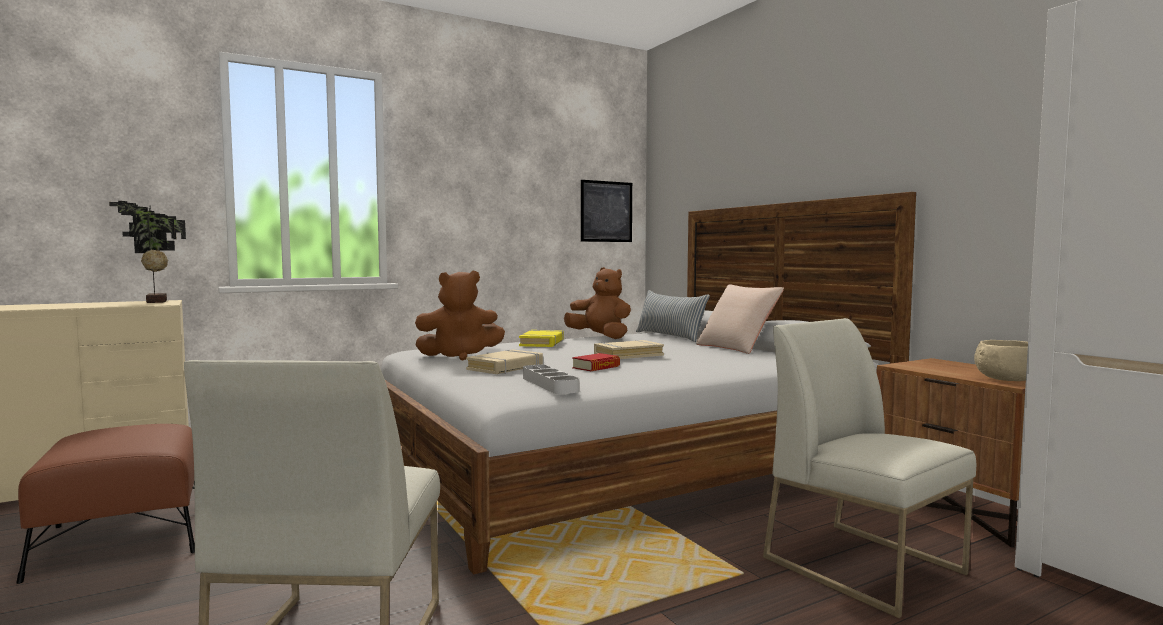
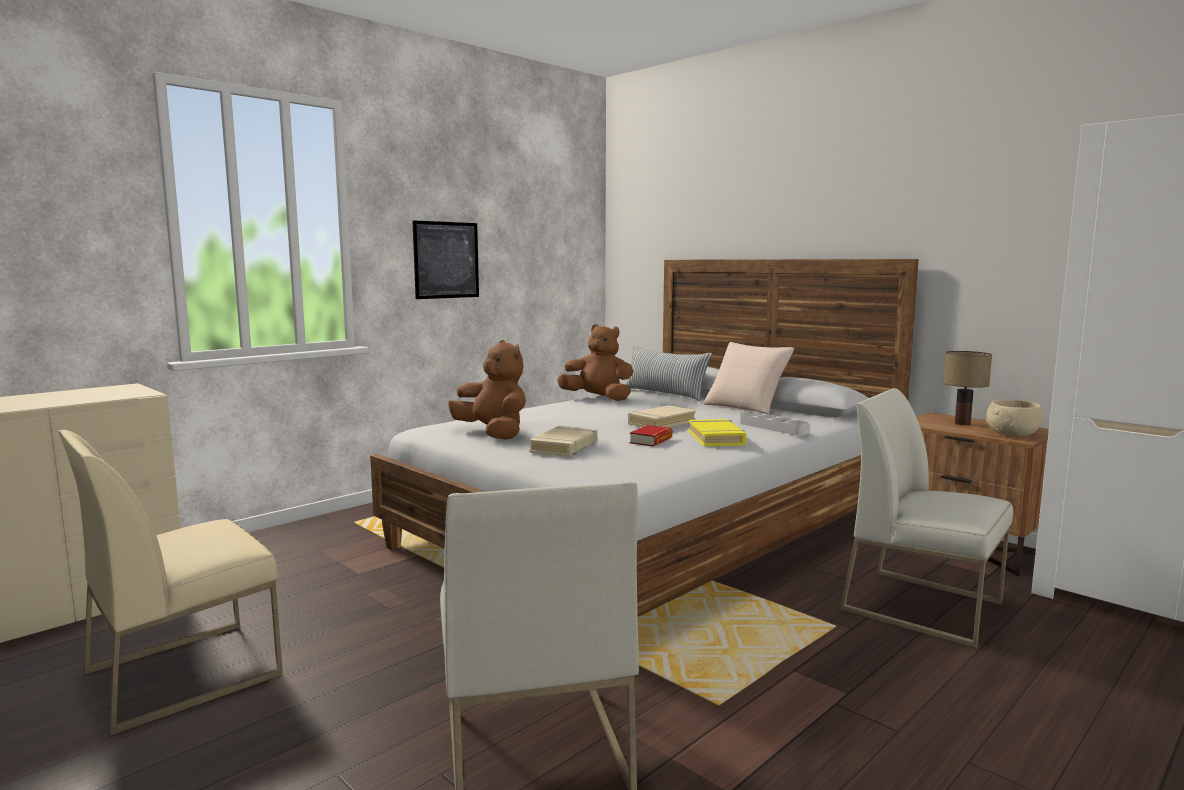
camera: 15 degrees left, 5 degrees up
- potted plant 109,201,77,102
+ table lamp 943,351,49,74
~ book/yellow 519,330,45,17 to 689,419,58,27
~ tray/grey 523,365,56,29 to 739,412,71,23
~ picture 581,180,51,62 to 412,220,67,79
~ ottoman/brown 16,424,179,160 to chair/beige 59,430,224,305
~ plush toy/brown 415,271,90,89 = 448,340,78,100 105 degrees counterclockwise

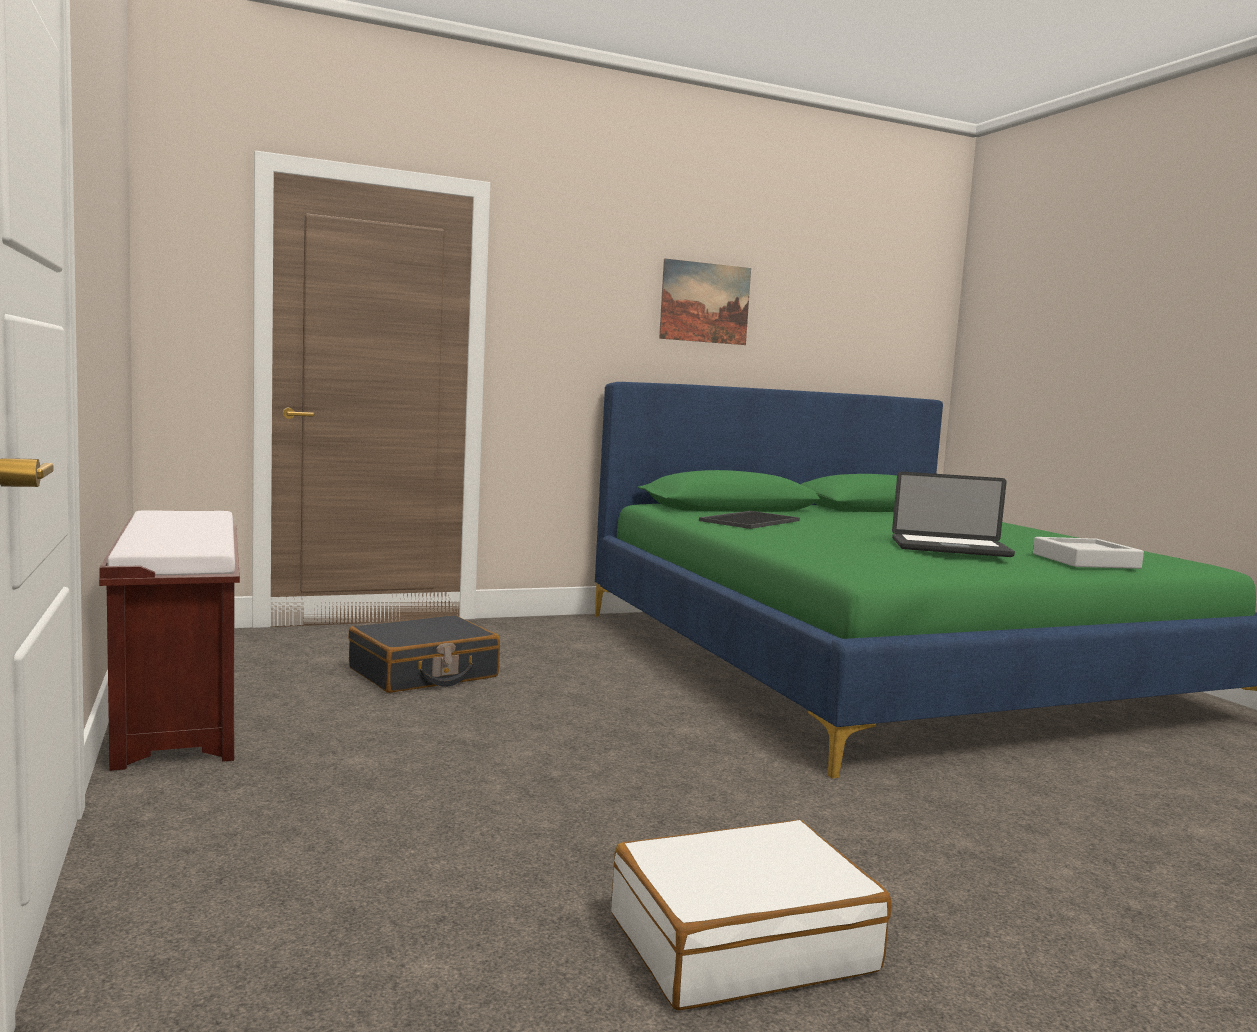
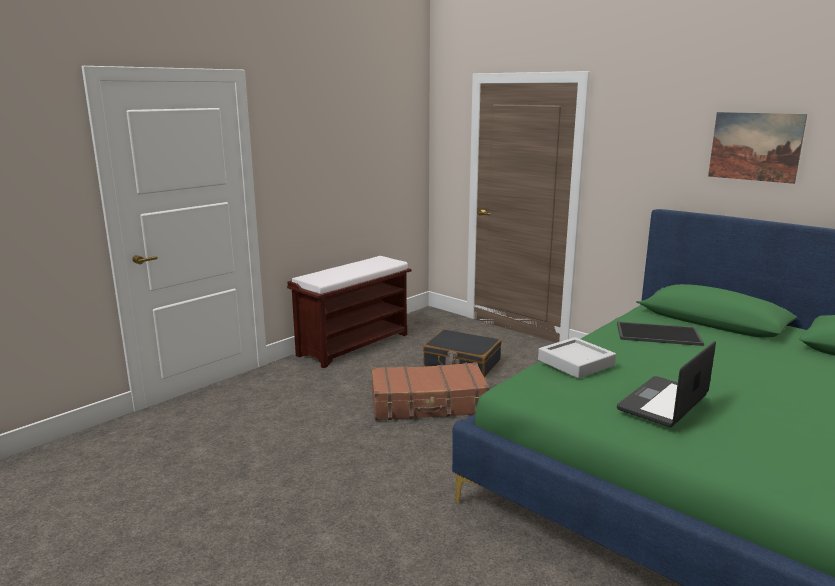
camera: 65 degrees right, 10 degrees up
- suitcase/white 611,820,280,190
+ suitcase/brown 371,362,119,58
~ tray/grey 1033,537,111,32 to 538,337,78,41
~ laptop 892,472,123,85 = 617,341,99,86 60 degrees clockwise

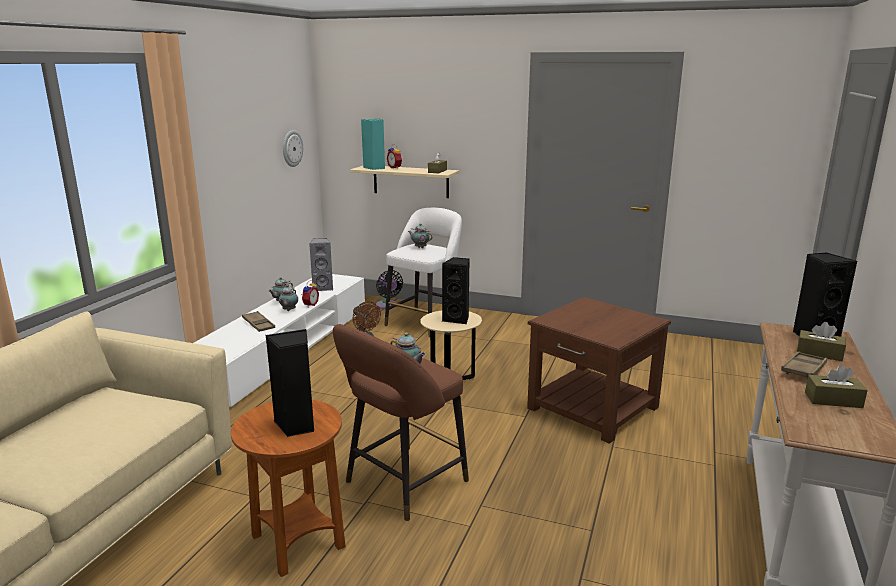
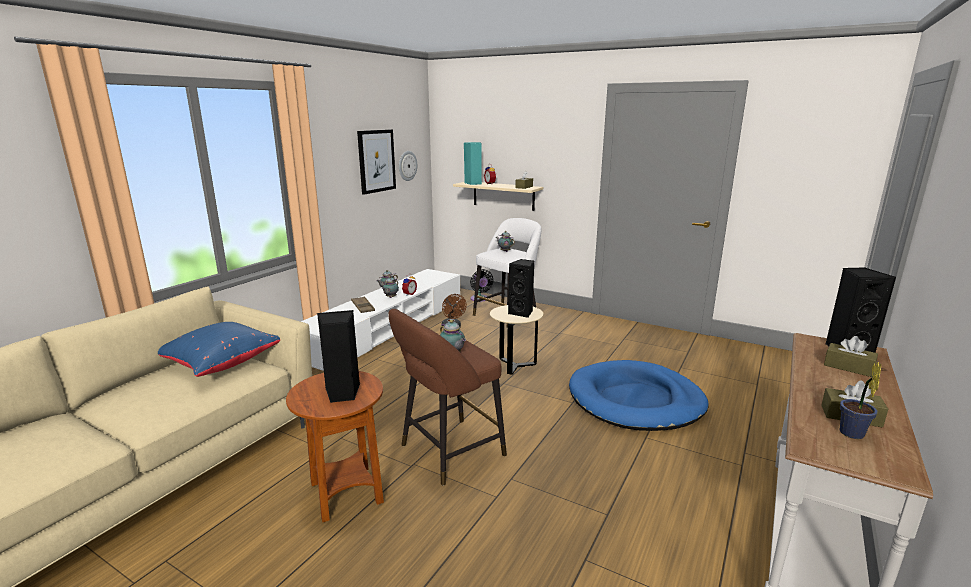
camera: 10 degrees right, 0 degrees up
- speaker/grey 309,238,24,53
- tray/brown 781,351,46,28
+ pillow/blue 158,322,122,55
+ picture 357,129,39,66
+ potted plant 840,362,41,77
~ side table/brown 527,297,144,147 to dog bed/blue 569,360,140,71

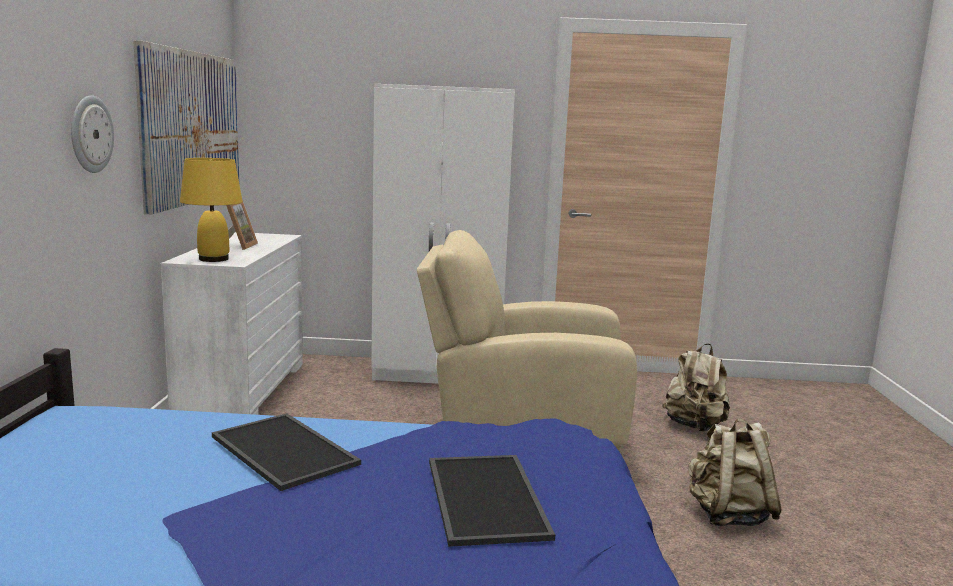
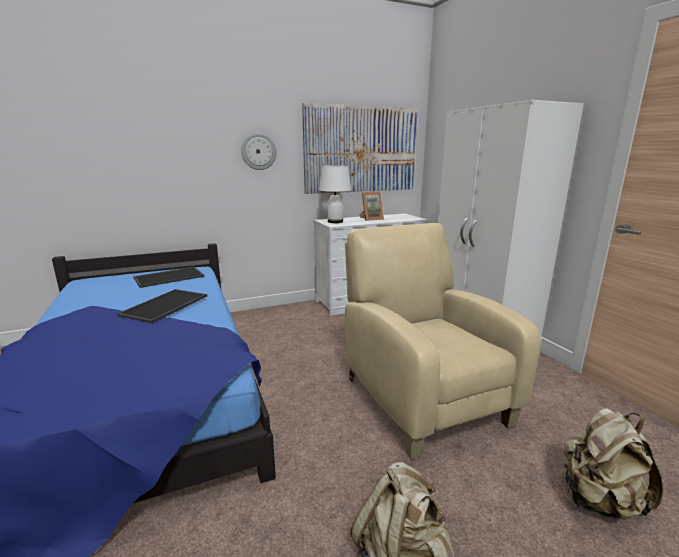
camera: 65 degrees right, 5 degrees up
~ tray 429,455,126,92 to 133,267,71,21
~ table lamp/yellow 180,158,63,104 to table lamp/white 319,166,32,57

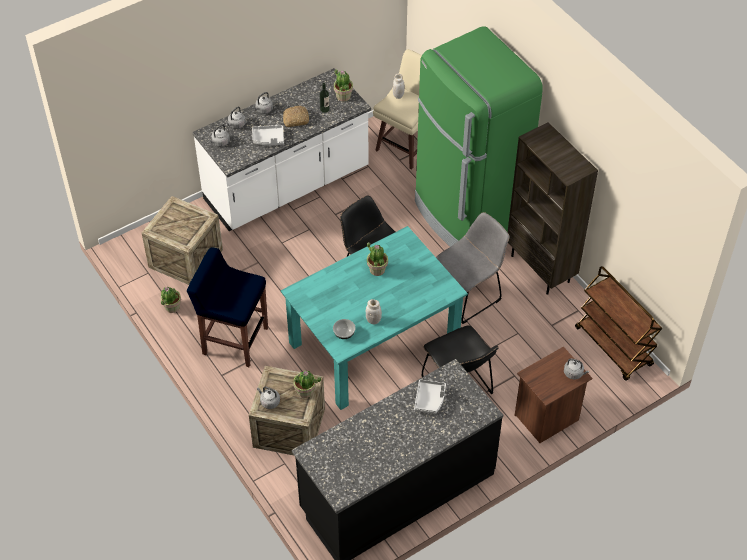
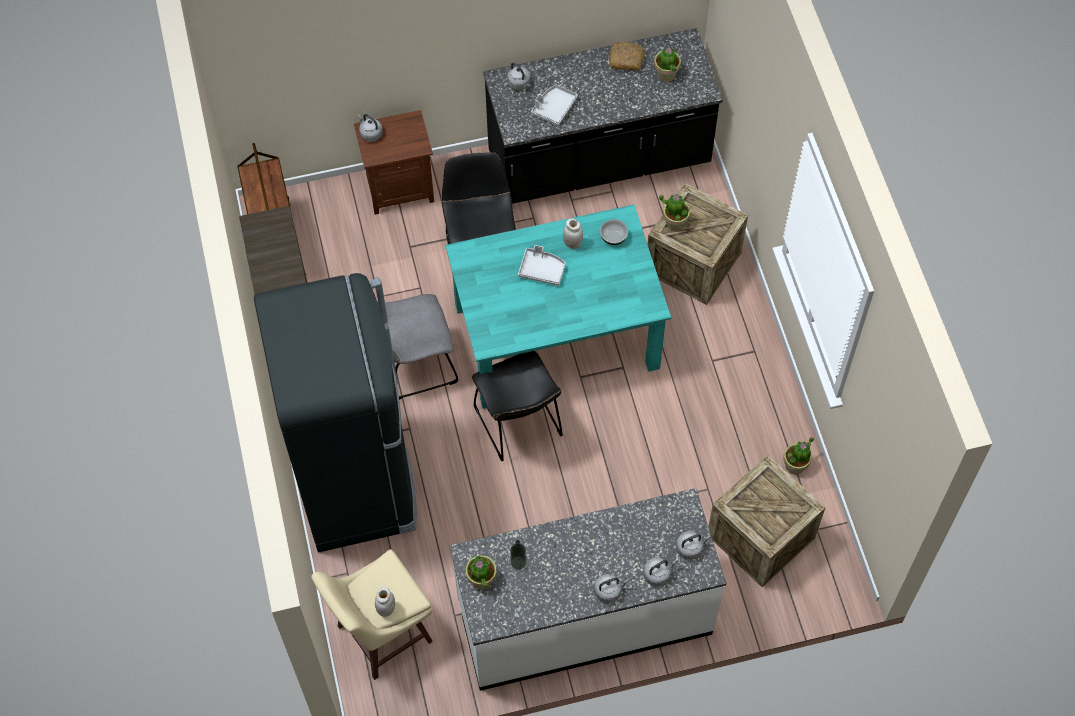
camera: 160 degrees left, 10 degrees up
- stool/blue 187,247,81,120
~ tray/grey 252,125,32,20 to 518,245,48,41
~ kettle/grey 257,386,23,23 to 507,62,23,28
~ bread 283,106,26,21 to 610,42,35,28
~ potted plant 367,242,21,34 to 654,47,27,35
~ fridge/green 415,26,128,221 to fridge/black 254,273,163,279

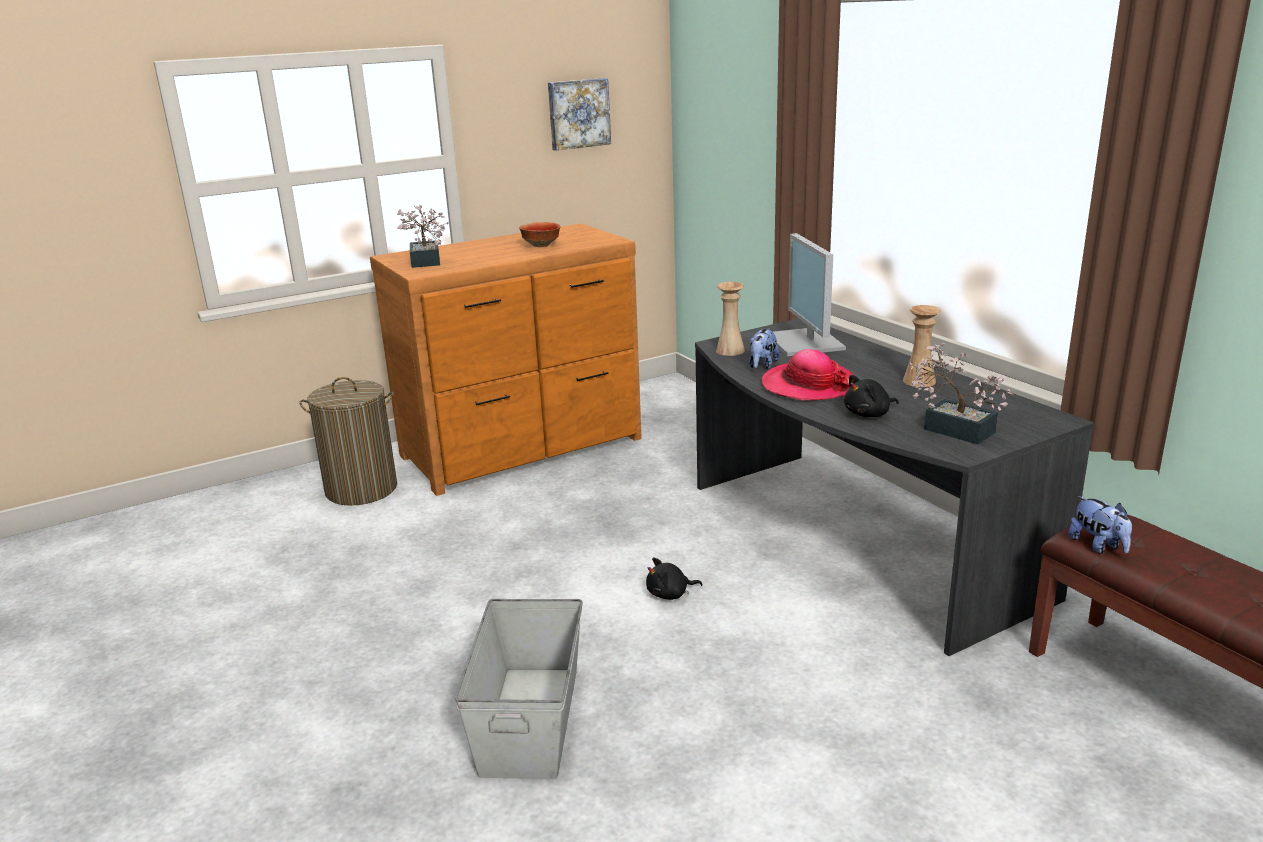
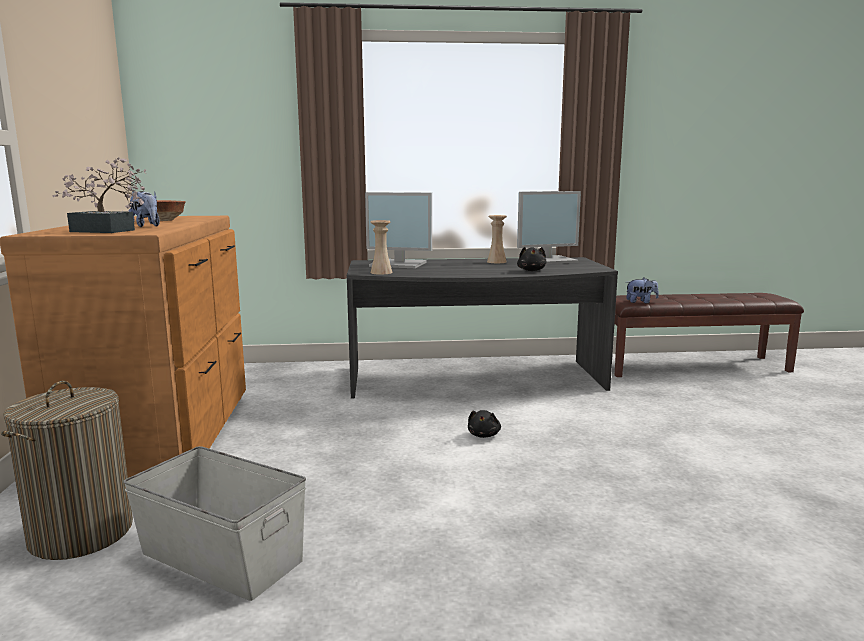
camera: 65 degrees left, 10 degrees down
- picture 548,78,63,73
- hat 762,349,92,51
- potted plant 909,342,104,102
+ monitor 517,191,64,73
~ storage box/grey 455,599,128,180 to 123,446,183,155
~ plush toy 749,328,31,42 to 129,191,31,36

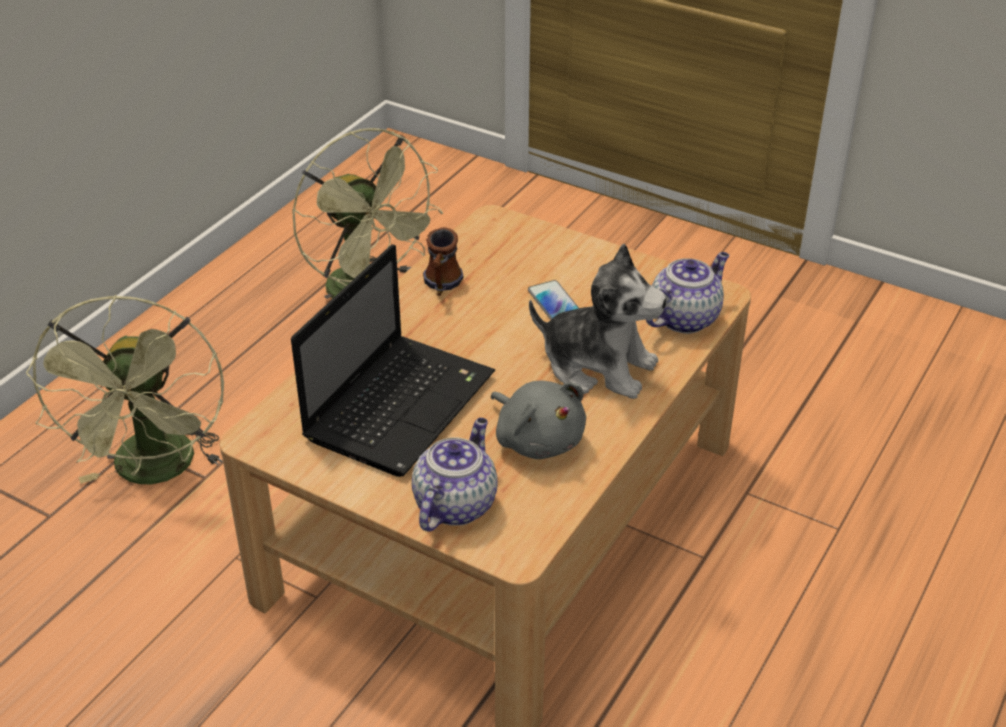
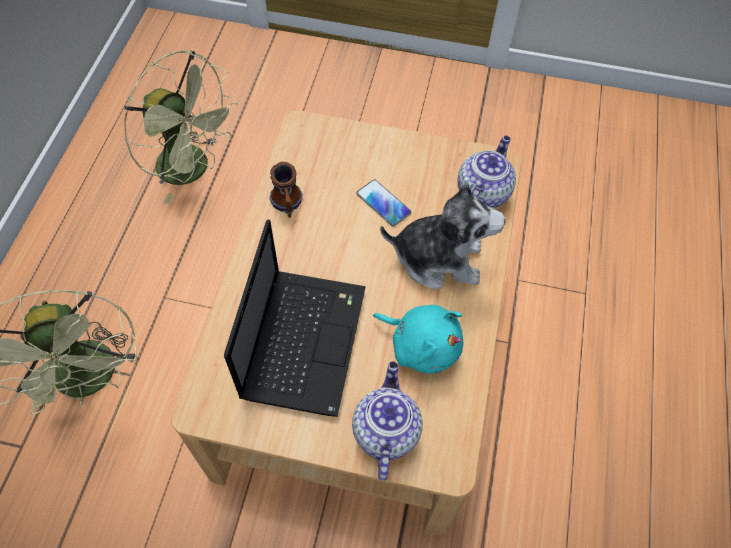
camera: 20 degrees left, 20 degrees up
~ plush toy/grey 491,381,95,78 to plush toy/turquoise 373,305,90,69

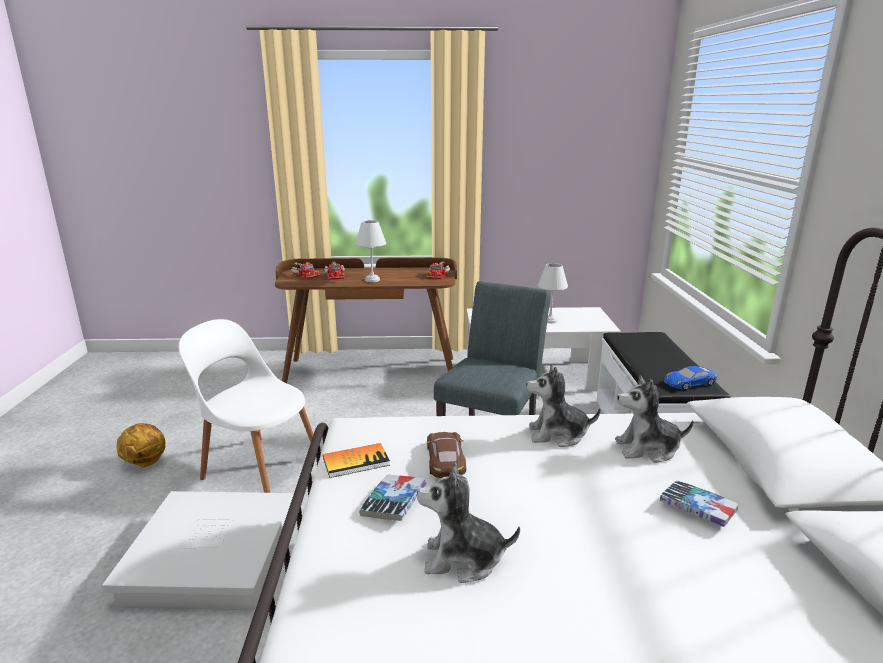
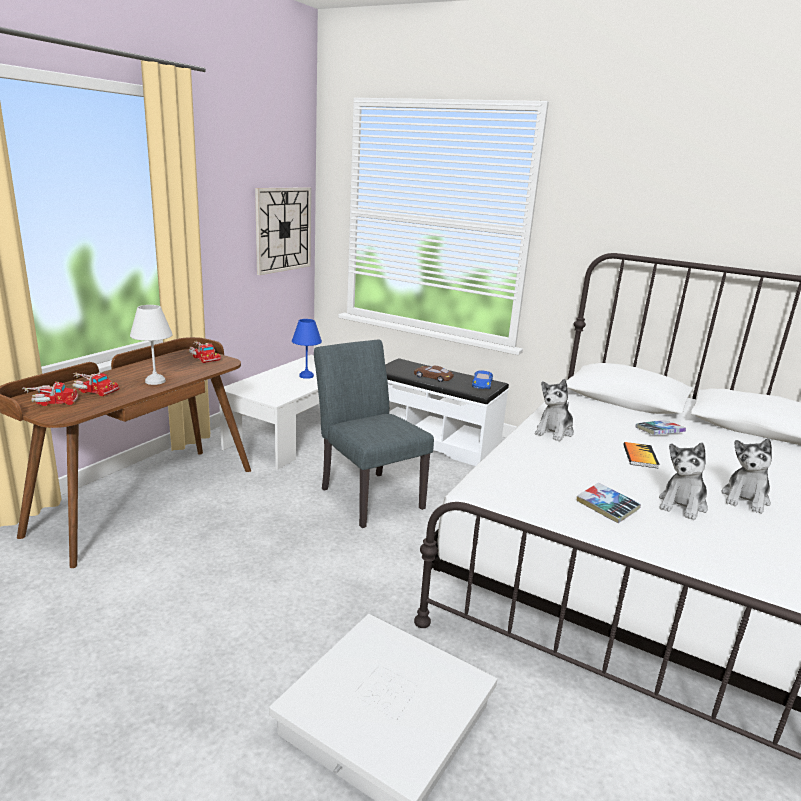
camera: 60 degrees left, 0 degrees up
- basketball 116,423,49,45
- chair/white 179,319,138,174
+ wall clock 255,187,56,88
~ book 323,443,67,35 to 623,442,37,27
~ toy car/brown 427,432,39,46 to 414,366,40,16
~ plush toy 615,376,79,87 to 721,438,51,76
~ table lamp/white 538,263,30,60 to table lamp/blue 292,319,30,60

